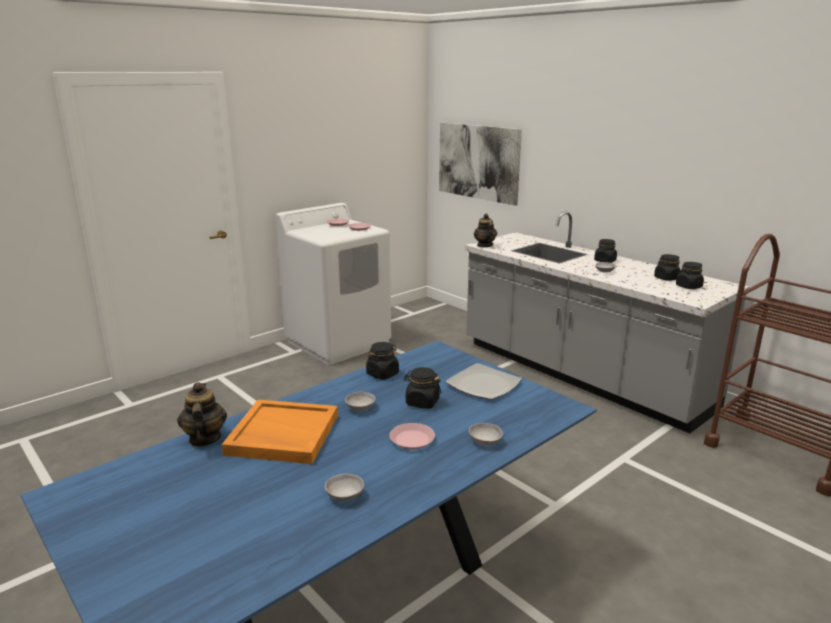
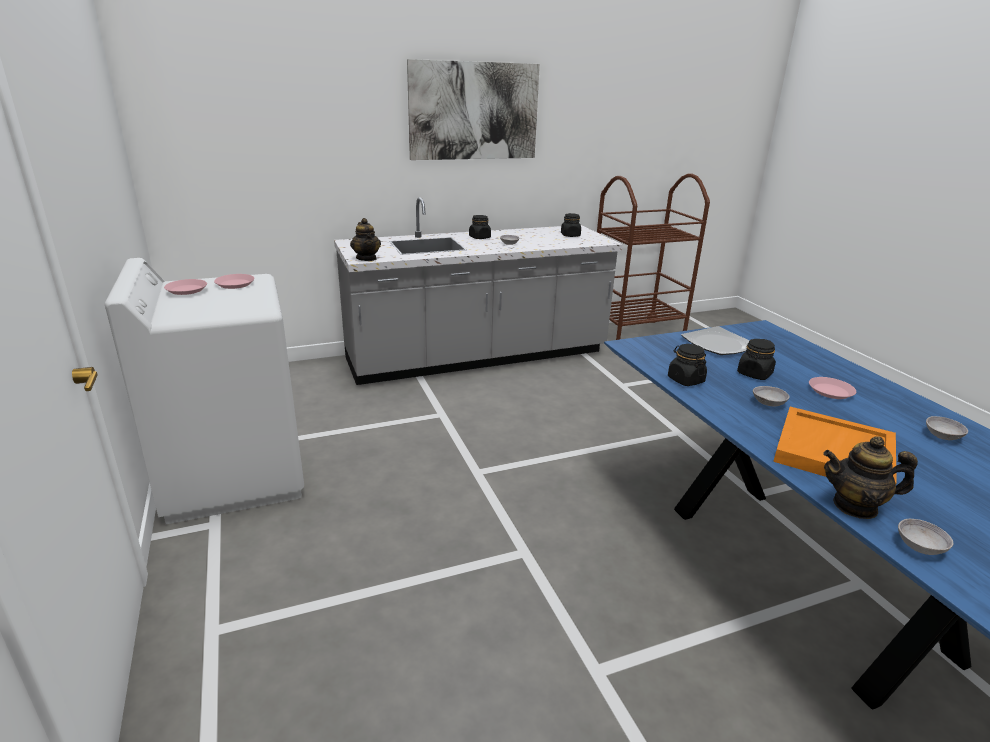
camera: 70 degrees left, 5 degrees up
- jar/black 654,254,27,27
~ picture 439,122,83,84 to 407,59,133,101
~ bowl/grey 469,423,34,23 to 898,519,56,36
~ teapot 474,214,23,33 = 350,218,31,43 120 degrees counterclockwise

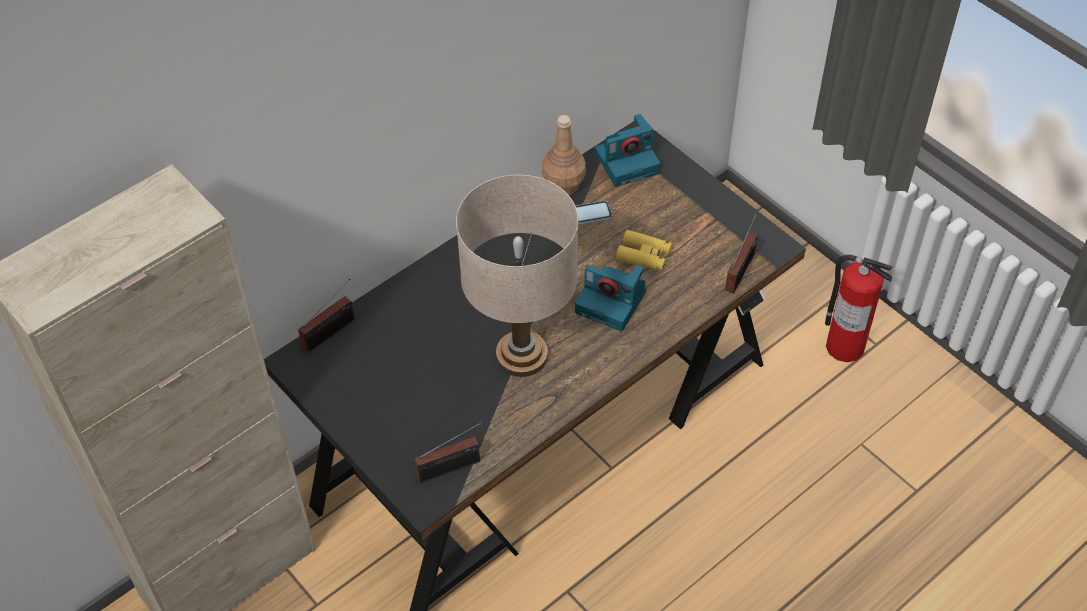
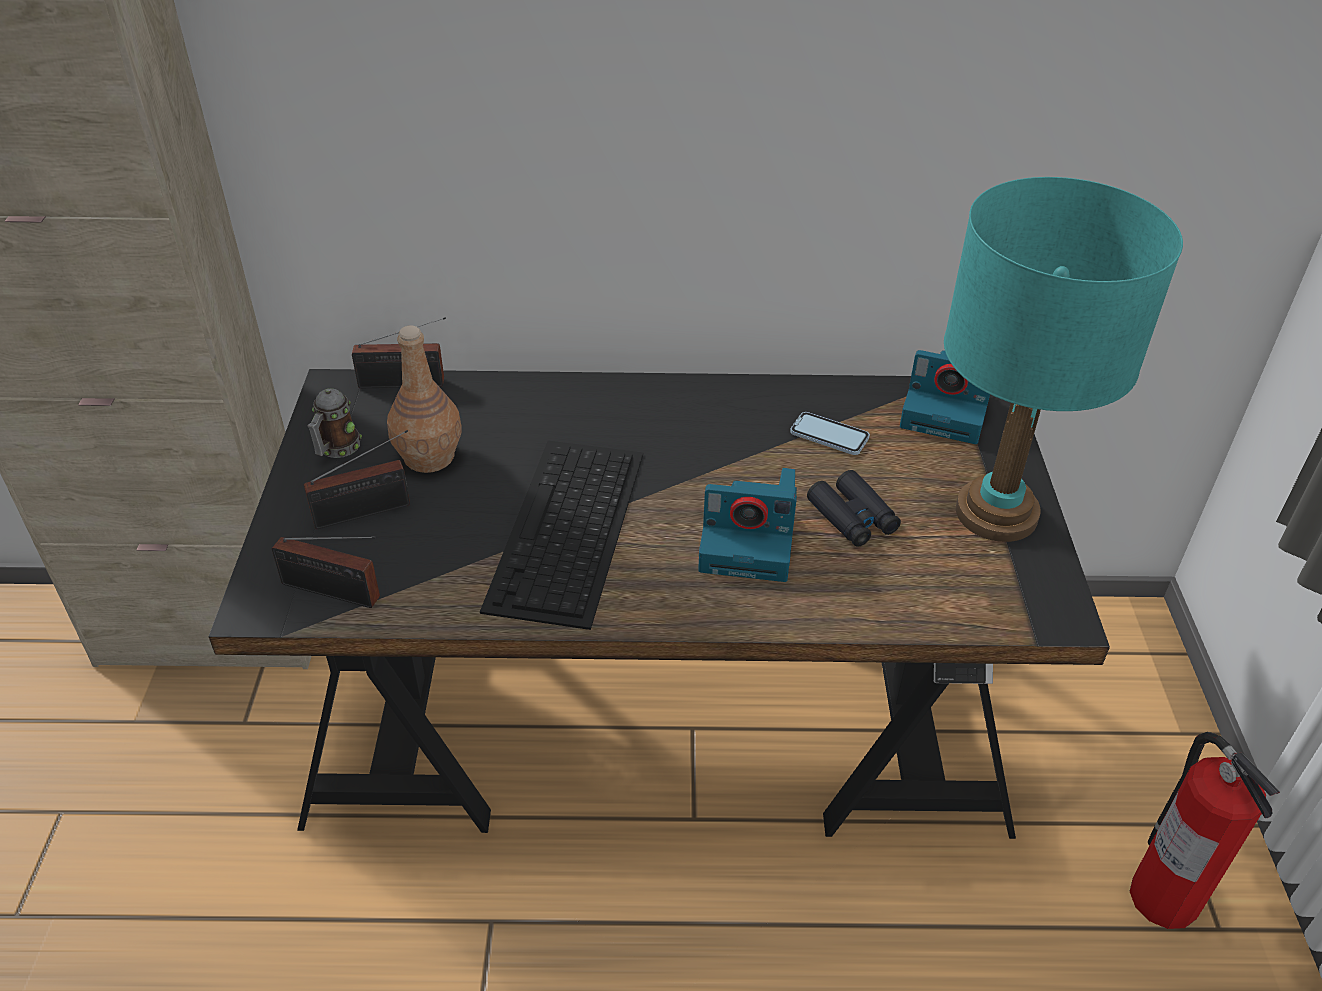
camera: 40 degrees right, 10 degrees down
+ mug 307,388,55,70
+ table lamp/turquoise 944,177,239,365
~ bottle/brown 542,115,44,80 to 387,326,75,147
~ radio 725,213,33,81 to 304,430,106,99
~ table lamp/beige 456,175,122,202 to keyboard 480,441,163,189
~ binoculars/yellow 616,230,56,41 to binoculars/black 807,470,94,77
~ photo camera 575,265,72,67 = 698,468,99,114 60 degrees counterclockwise

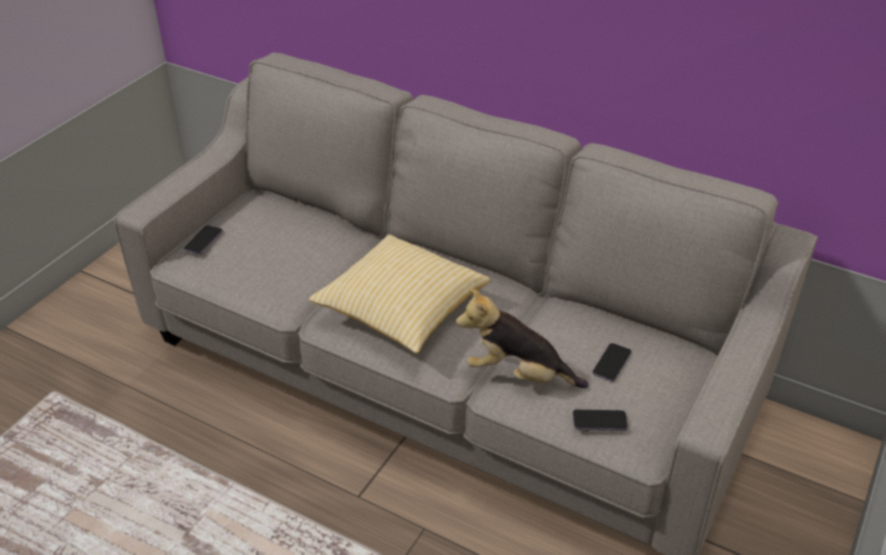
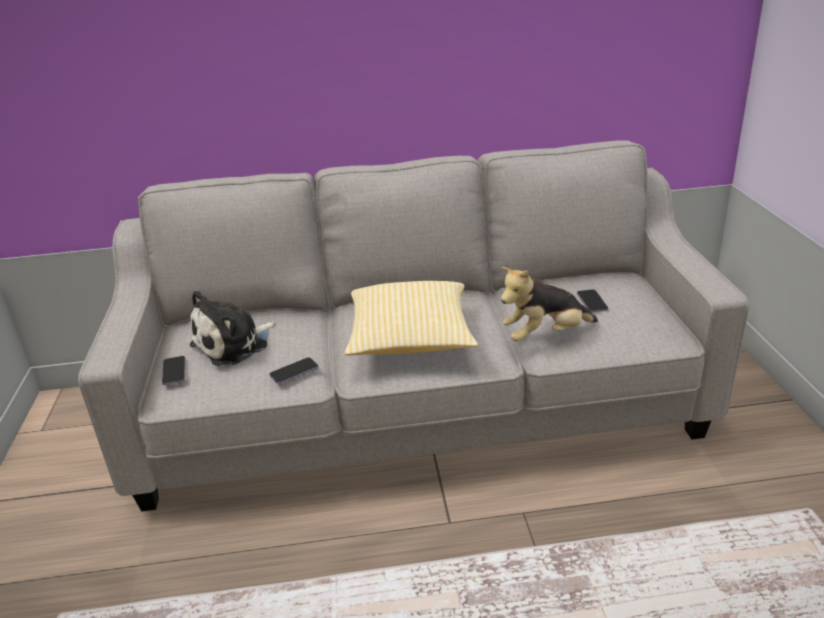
camera: 35 degrees left, 10 degrees down
+ plush toy 190,290,85,76
~ phone 573,409,55,22 to 269,357,50,27

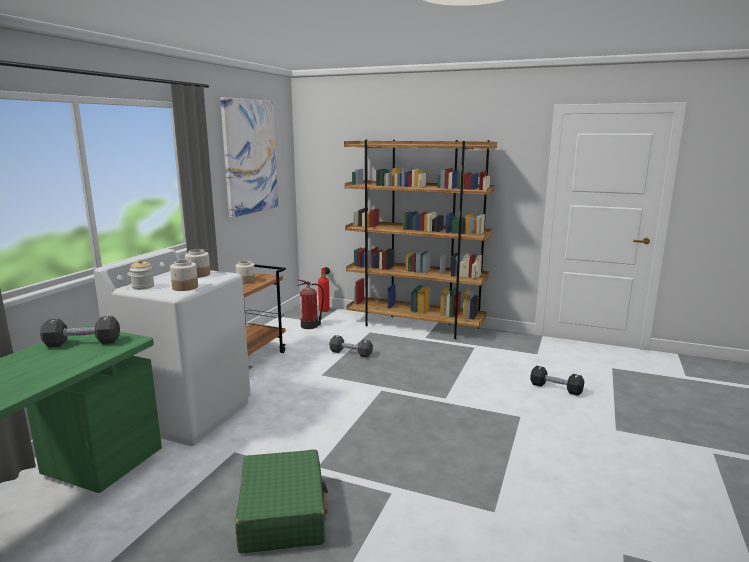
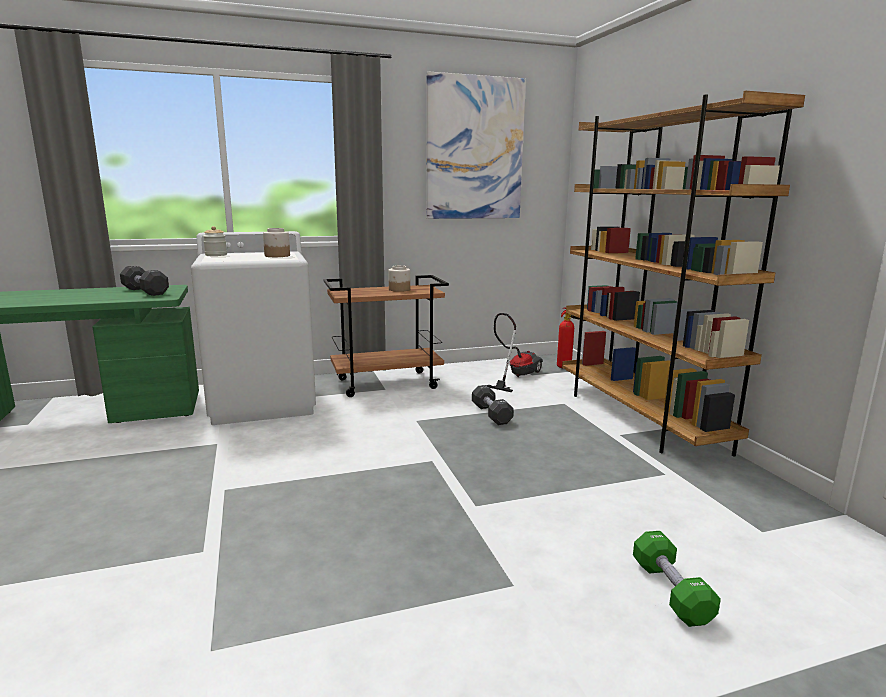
camera: 50 degrees right, 0 degrees up
- jar 170,260,28,31
- suitcase/green 236,449,92,105
~ fire extinguisher 297,279,27,50 to vacuum cleaner 487,313,56,79
~ dumbbell/black 530,366,54,30 to dumbbell/green 633,531,88,96

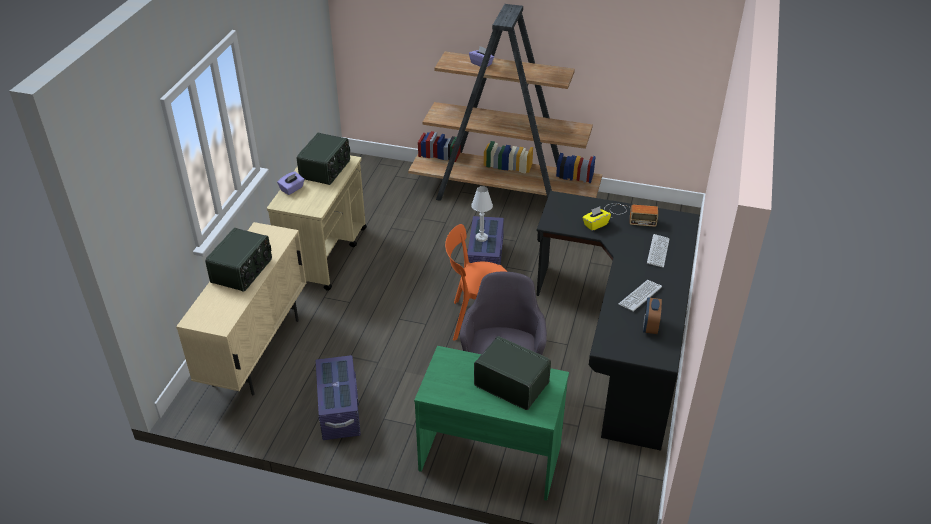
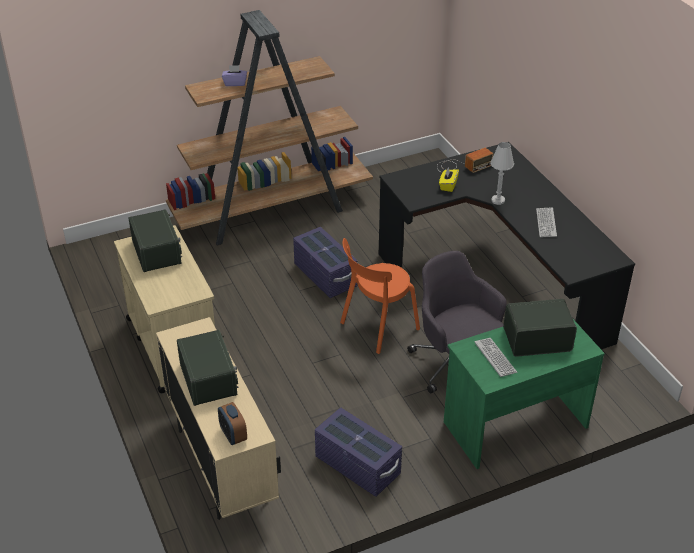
camera: 40 degrees left, 0 degrees up
- tissue box/purple 277,171,27,24
~ table lamp/white 471,186,22,56 to 490,142,24,63
~ alarm clock 643,297,19,37 to 218,402,29,43
~ keyboard 647,234,23,34 to 475,338,42,39

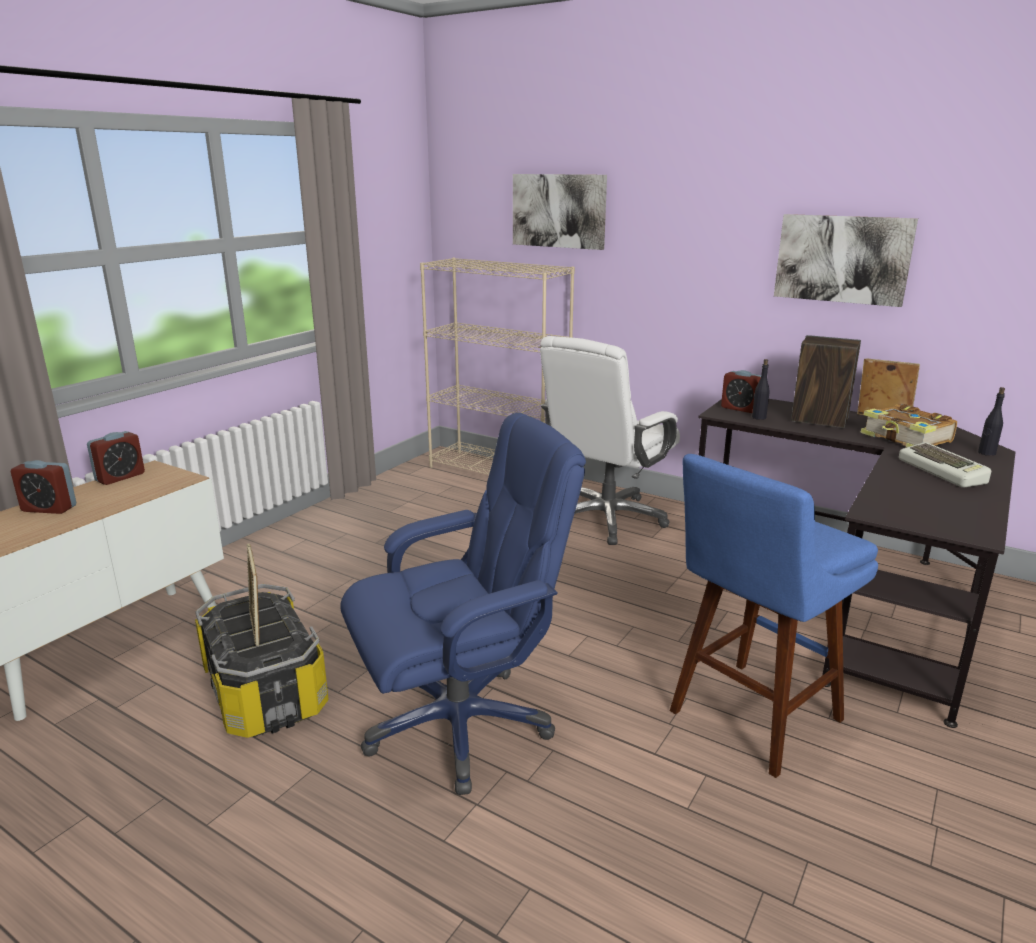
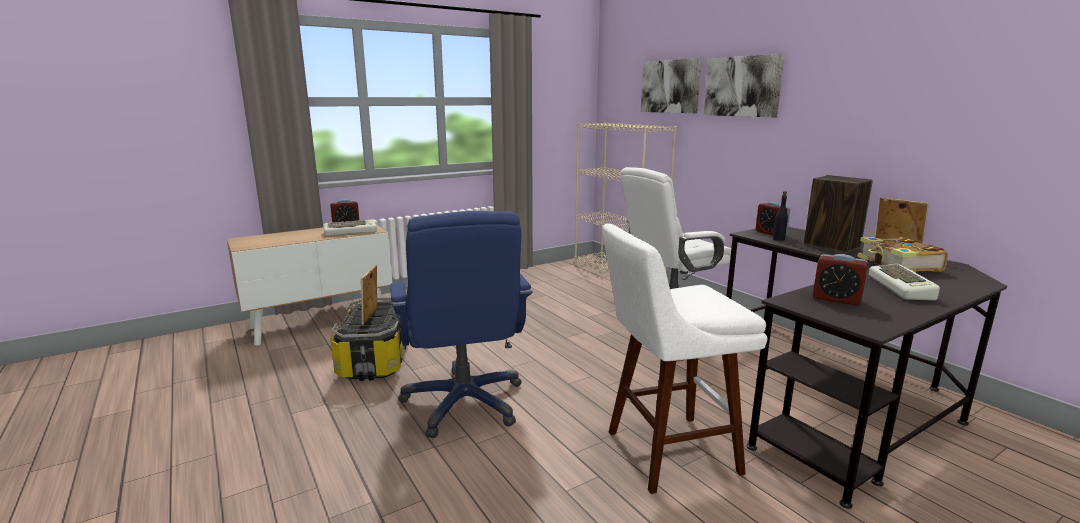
camera: 25 degrees right, 5 degrees down
- bottle/black 978,387,27,69
+ keyboard 323,219,54,17
~ alarm clock 11,460,66,54 to 813,254,55,52
~ picture 774,214,144,93 to 704,53,81,64
~ stool/blue 670,454,208,324 to stool/white 602,224,165,270
~ office chair/blue 340,413,246,382 = 390,211,143,227 75 degrees clockwise

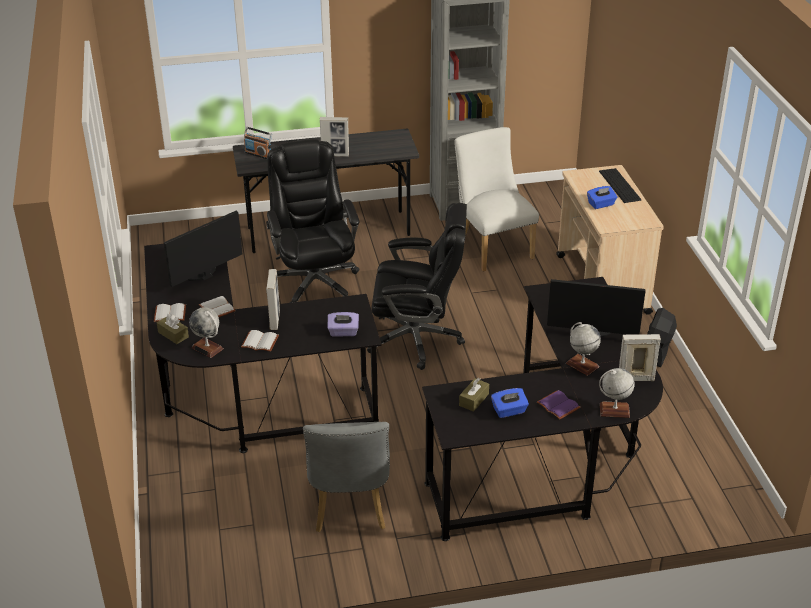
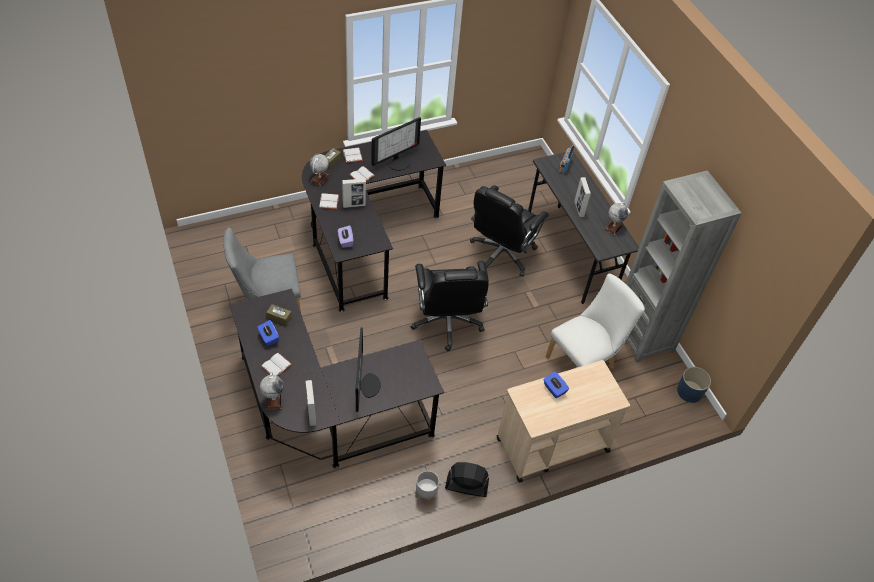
camera: 75 degrees right, 15 degrees up
- keyboard 599,168,43,35
+ planter/grey 415,471,24,34
+ planter/blue 677,367,34,36
~ globe 566,322,35,54 to 604,202,24,33
~ book/purple 537,390,44,30 to book/white 261,352,31,24
~ monitor 164,211,78,76 = 371,117,50,54 105 degrees clockwise
~ office chair/black 266,139,93,164 = 470,185,79,92 150 degrees clockwise

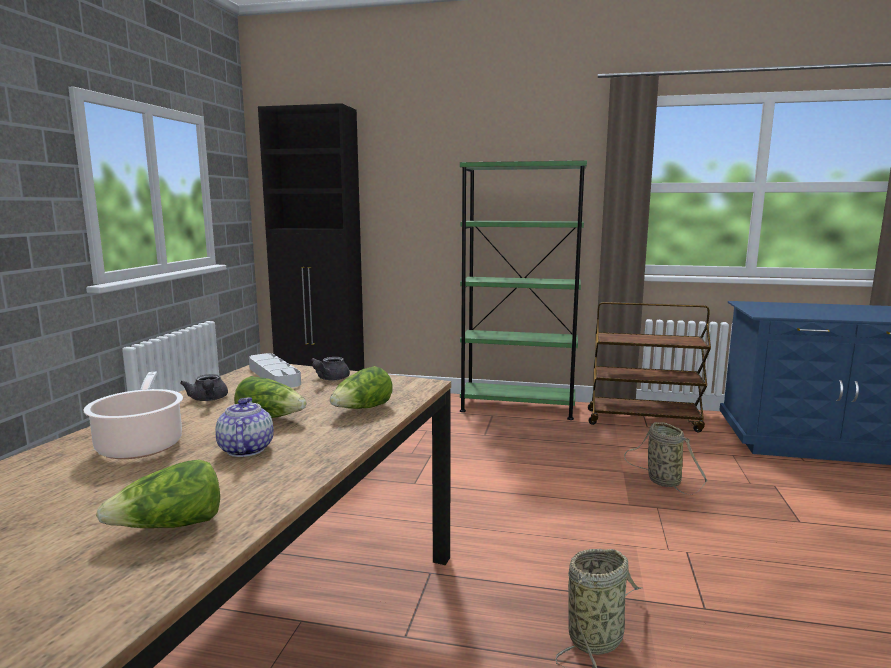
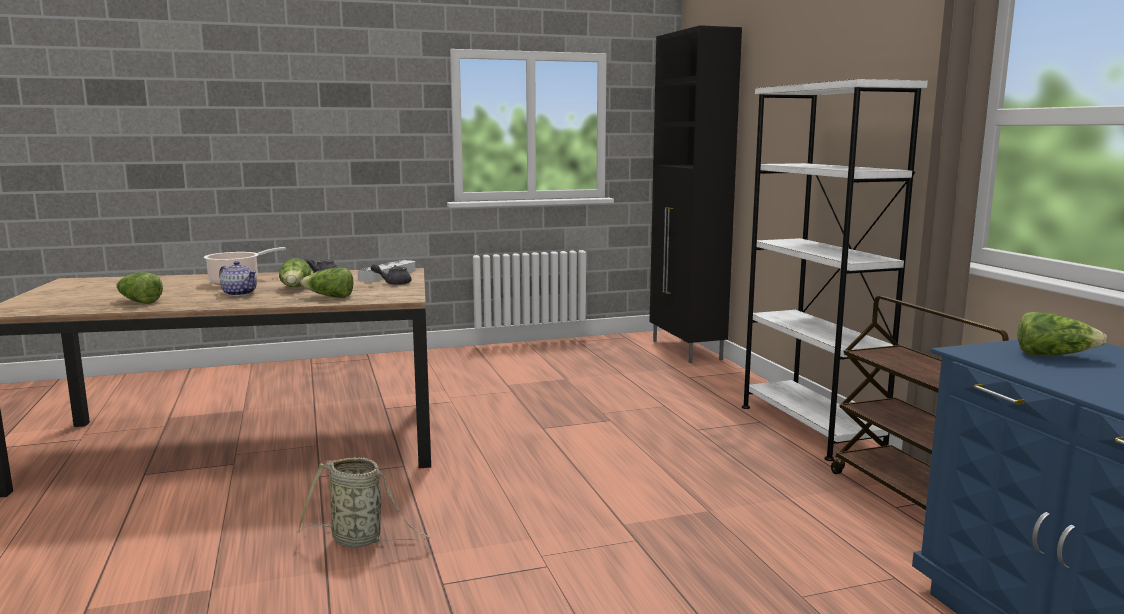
camera: 60 degrees right, 0 degrees up
- basket 624,422,84,73
+ lettuce 1018,311,89,45
~ bookcase/green 460,160,127,260 to bookcase/white 742,79,186,382
~ teapot 215,398,59,59 = 219,261,38,35 75 degrees clockwise

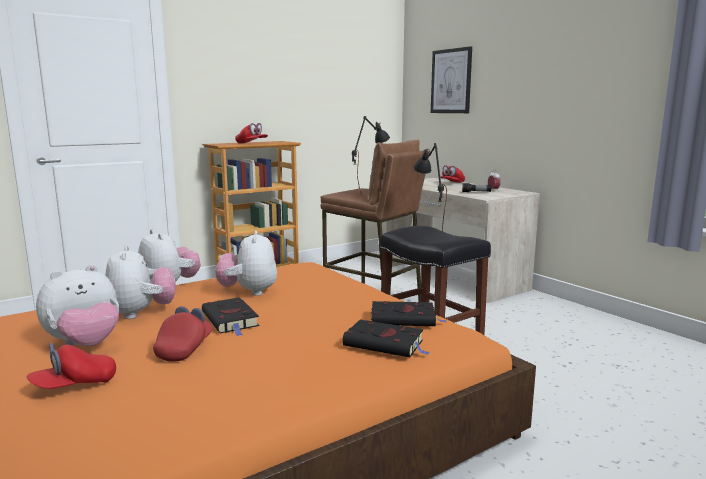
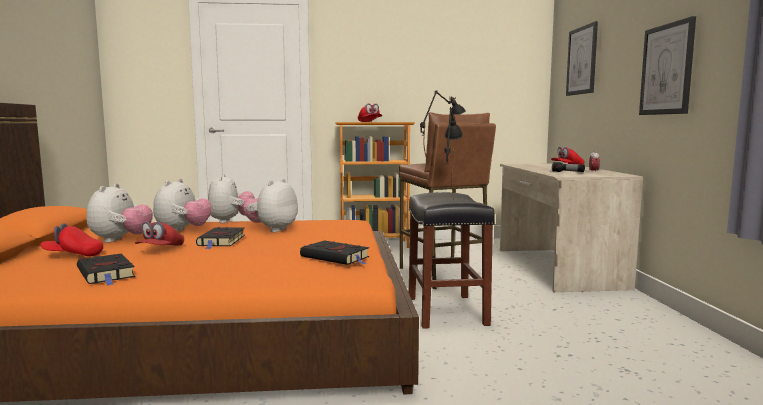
camera: 30 degrees right, 5 degrees down
+ picture 639,16,57,99
~ book/black 342,320,88,37 to 77,254,58,32
~ plush toy 36,265,83,81 = 86,183,67,60 75 degrees counterclockwise
~ cap/red 153,306,59,56 = 135,221,49,24 150 degrees clockwise

